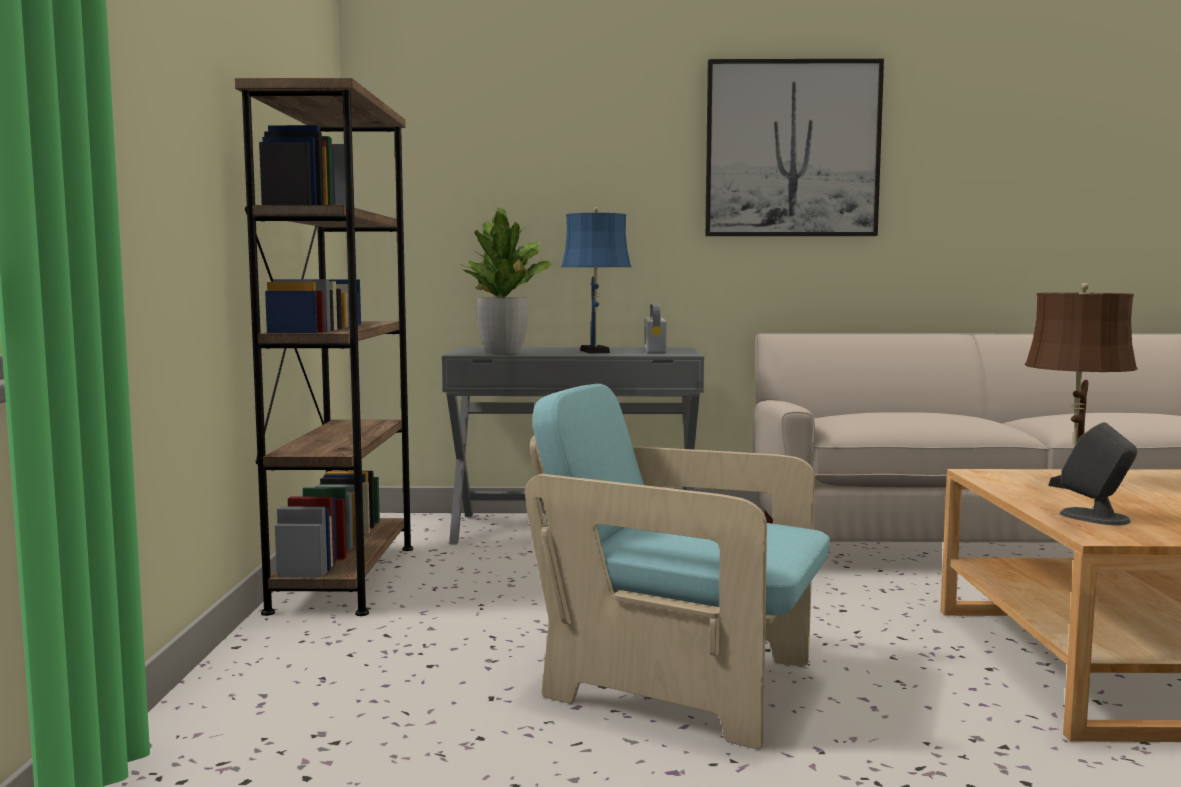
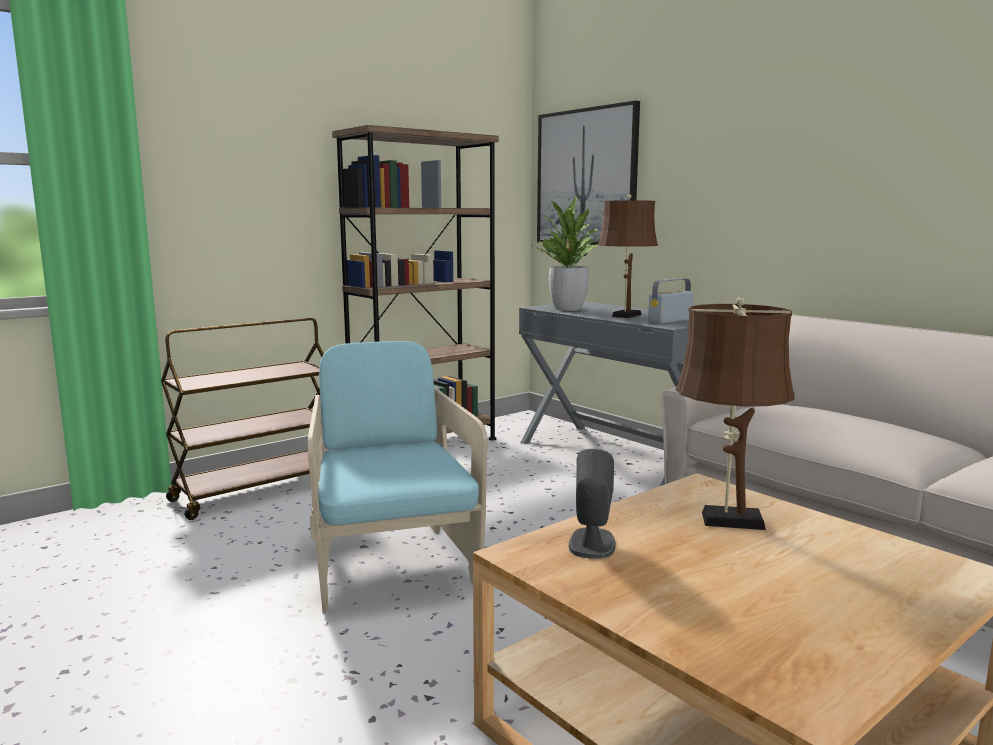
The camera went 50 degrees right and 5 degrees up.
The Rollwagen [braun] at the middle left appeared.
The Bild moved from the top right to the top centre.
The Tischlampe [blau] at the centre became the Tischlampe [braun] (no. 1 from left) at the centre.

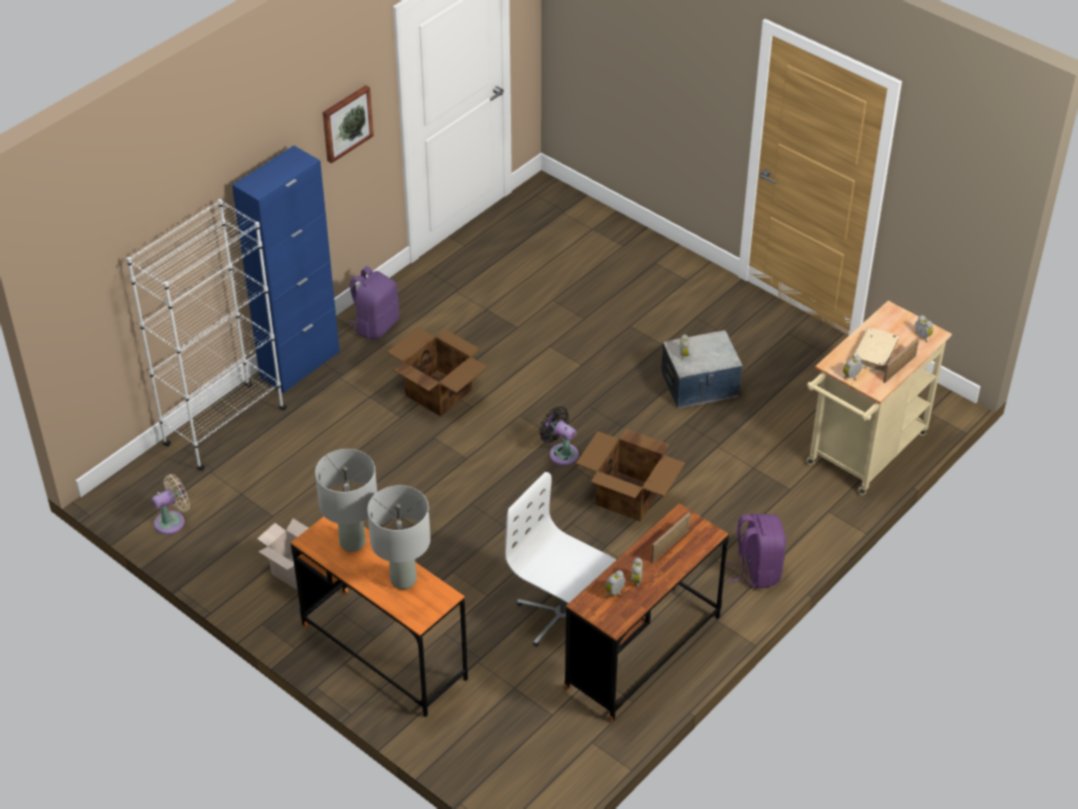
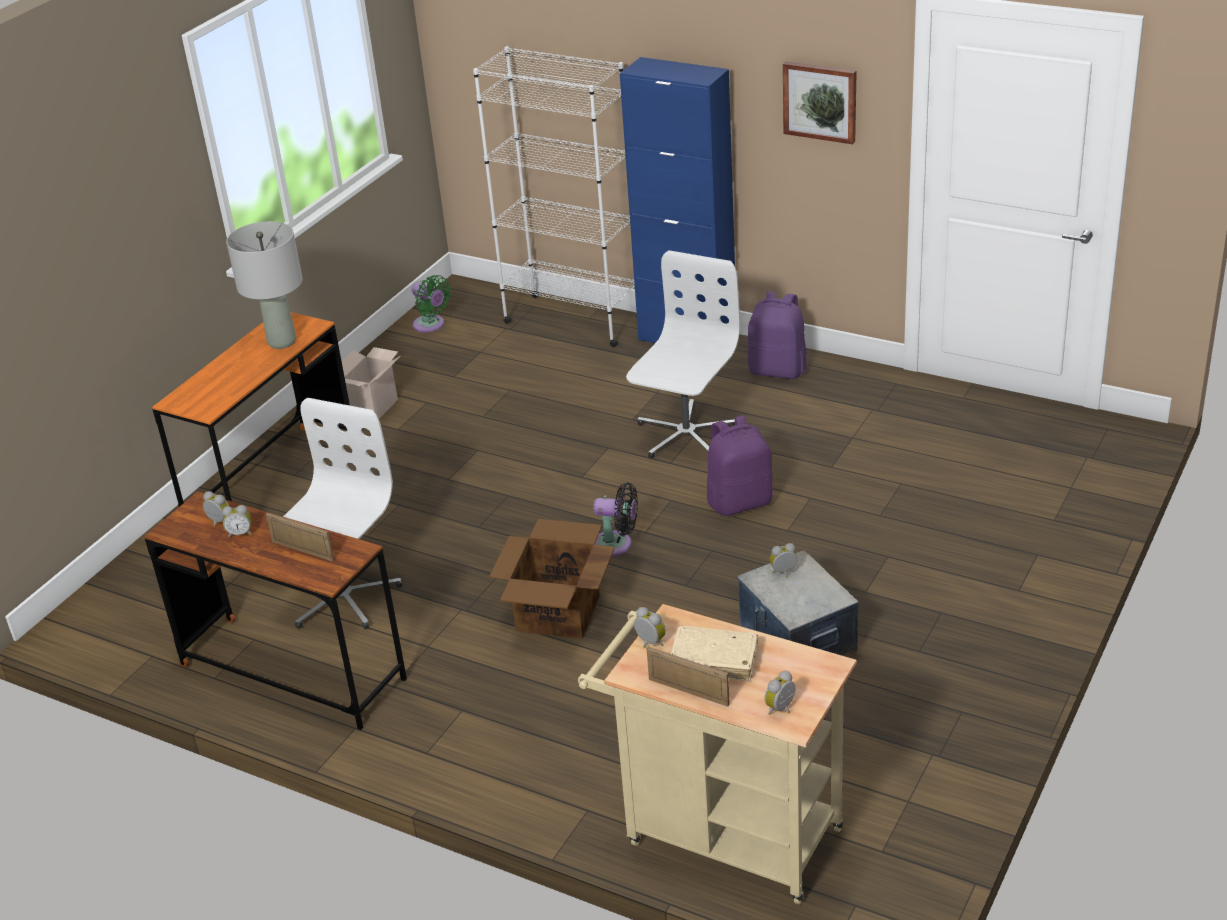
The camera went 80 degrees right and 10 degrees down.
The Ventilator [beige] at the middle left became the Ventilator [grün] at the top centre.
The Ventilator [schwarz] at the centre turned 75 degrees clockwise.
The Karton (no. 2 from left) at the centre was replaced by the Bürostuhl [weiß] (no. 2 from left) at the centre.
The Rucksack [lila] (no. 2 from left in the first image) moved from the bottom right to the centre.
The Tischlampe [grau] (no. 2 from left) at the centre disappeared.

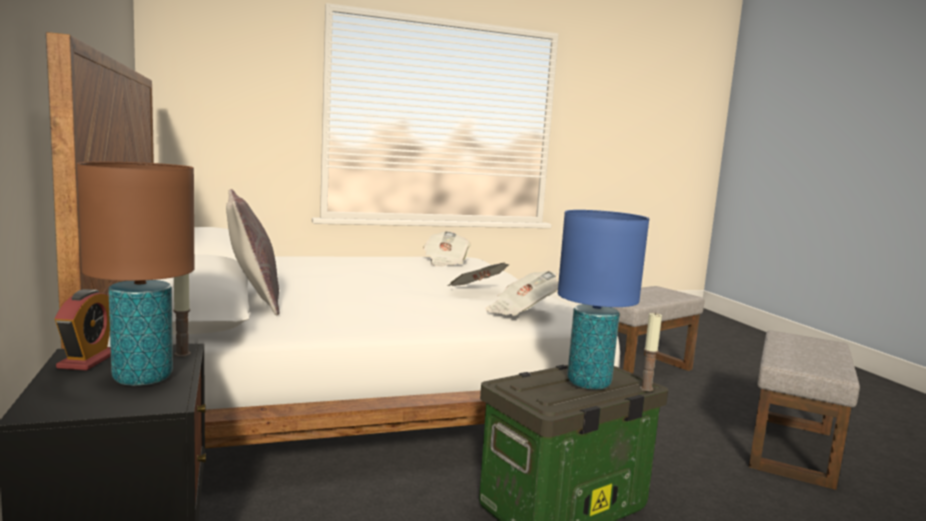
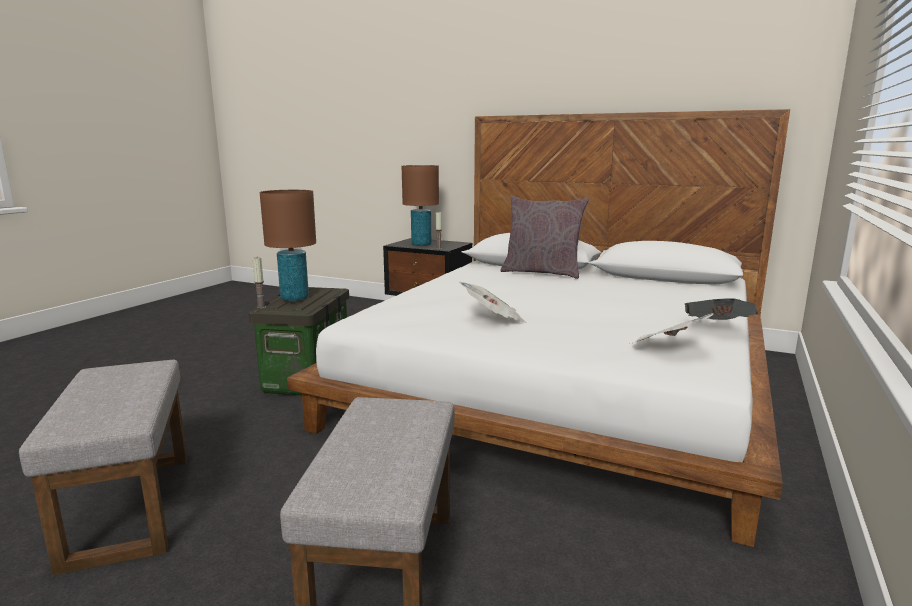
The camera went 135 degrees right and 5 degrees up.
The Tischlampe [blau] at the centre became the Tischlampe [braun] (no. 1 from left) at the middle left.
The Zeitung (no. 3 from left) moved from the centre to the middle right.
The Wecker at the middle left disappeared.

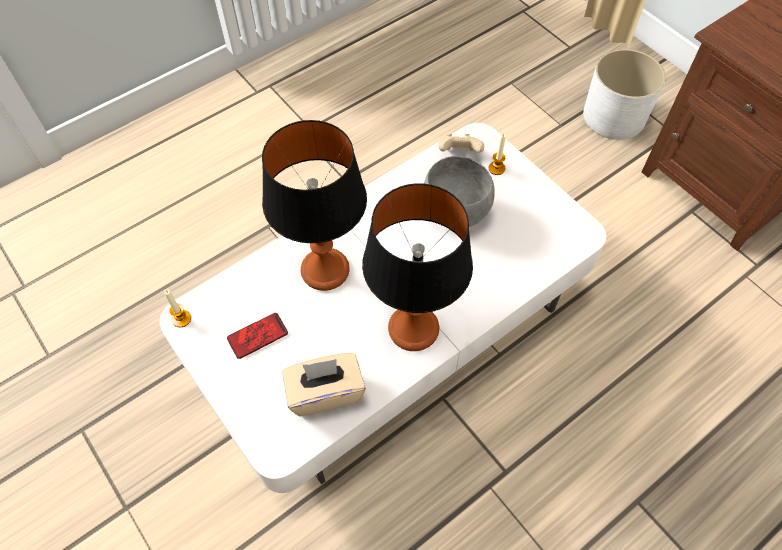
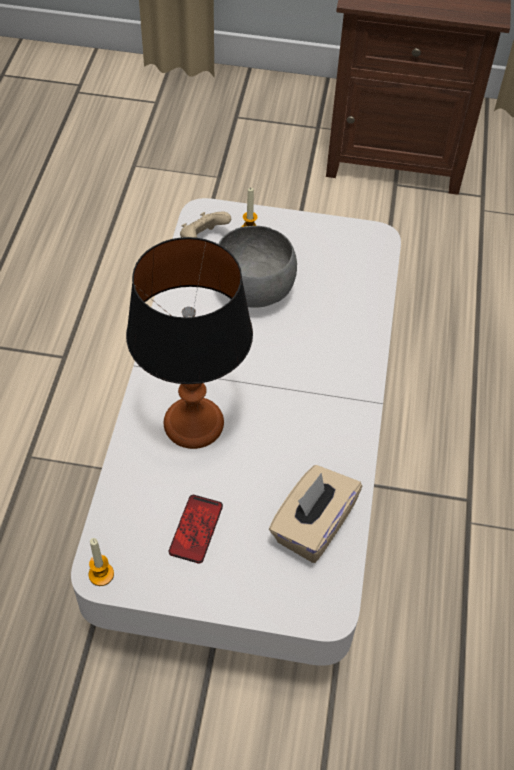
The camera went 45 degrees left and 5 degrees down.
The Tischlampe (no. 2 from left) at the centre disappeared.
The Pflanzkübel [weiß] at the top right disappeared.

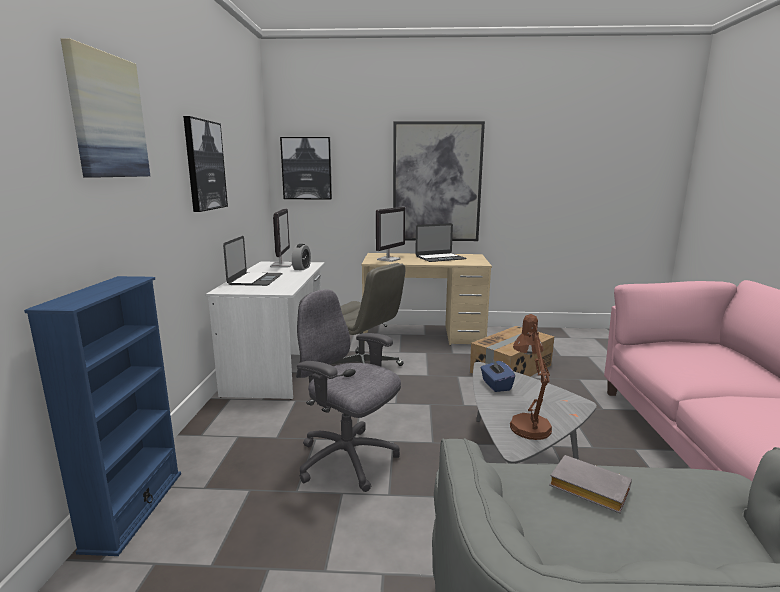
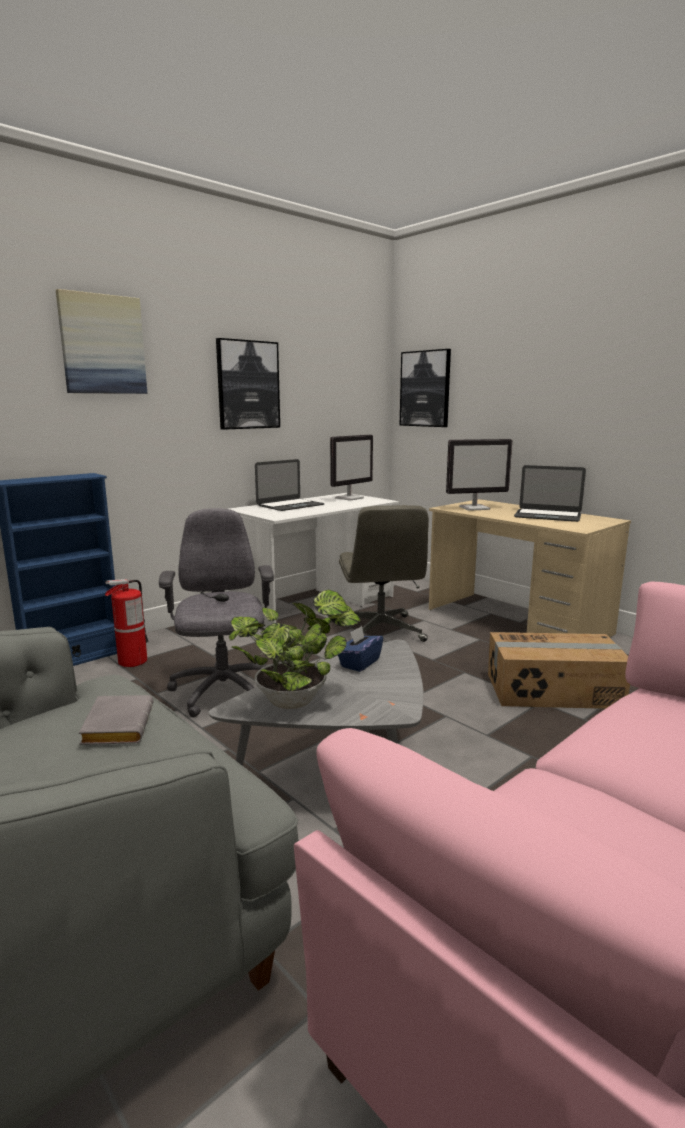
The camera went 45 degrees right and 0 degrees up.
The Feuerlöscher at the middle left appeared.
The Tischlampe [braun] at the middle right was replaced by the Topfpflanze at the centre.
The Wecker at the centre disappeared.
The Bild (no. 4 from left) at the top centre disappeared.

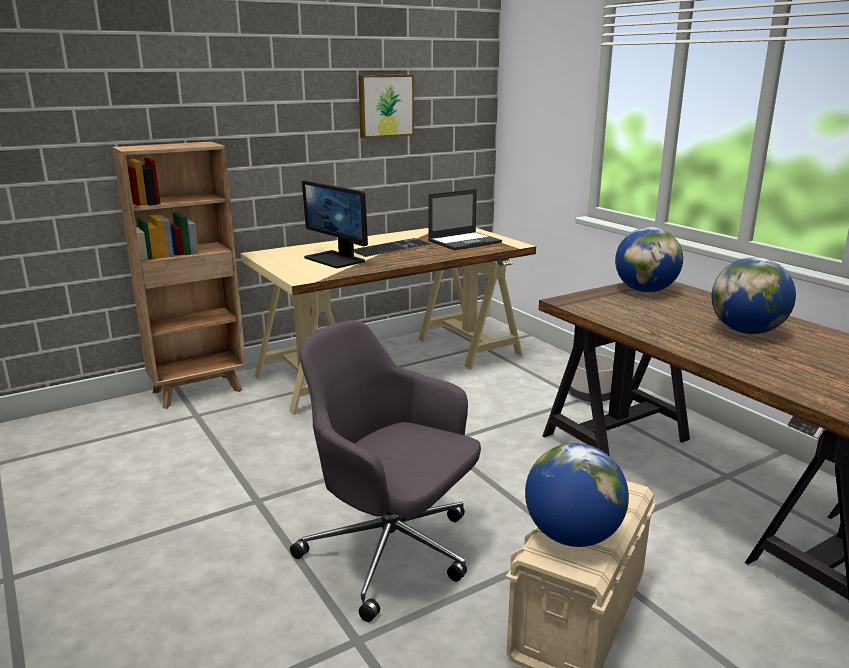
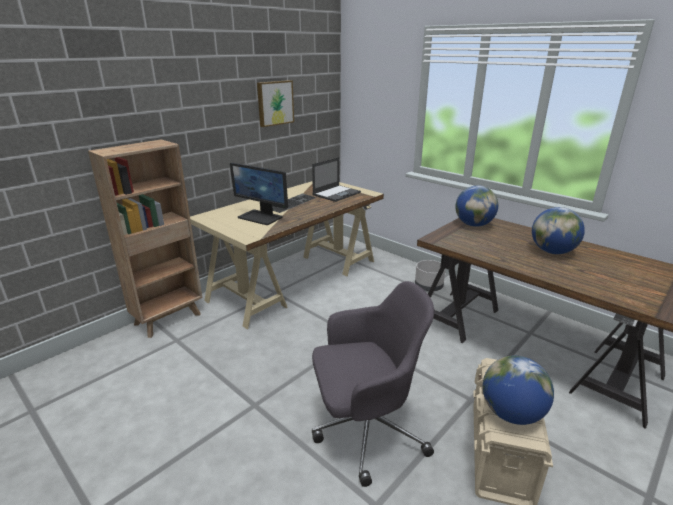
The camera went 15 degrees left and 5 degrees up.
The Bürostuhl [grau] at the bottom centre turned 150 degrees clockwise.

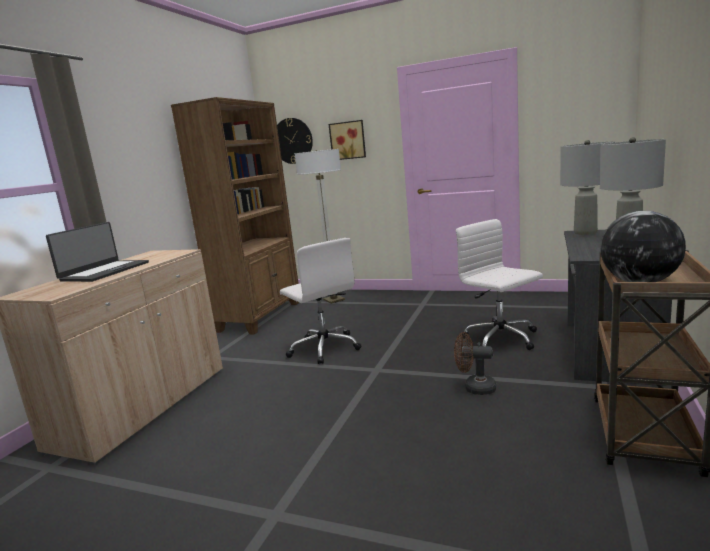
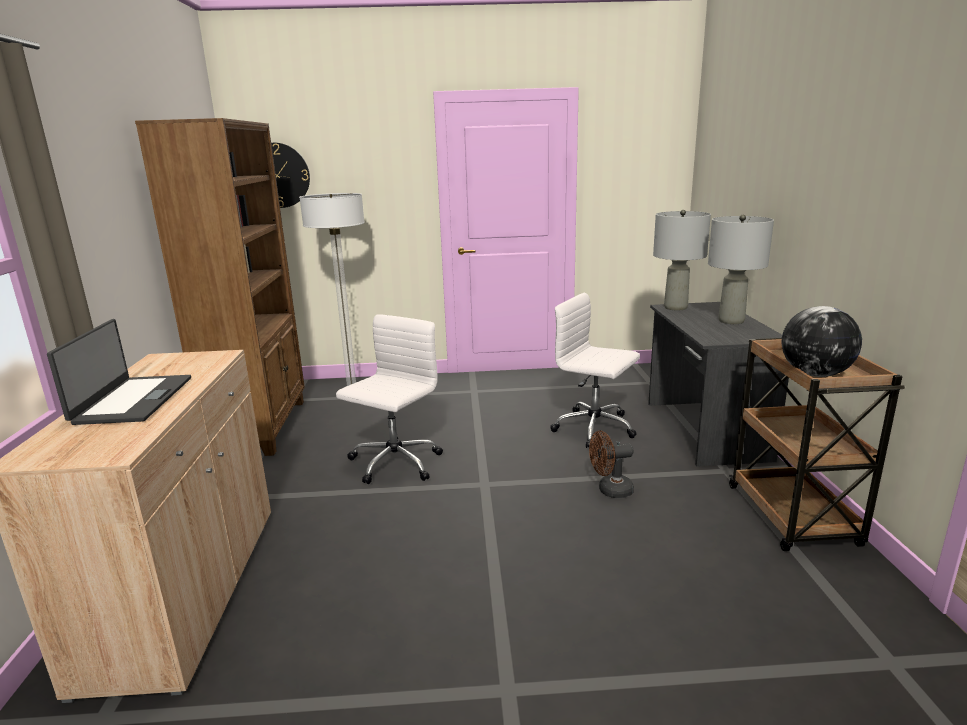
The camera went 25 degrees left and 5 degrees up.
The Bürostuhl [weiß] (no. 1 from left) at the centre turned 90 degrees counterclockwise.
The Bild at the top centre disappeared.

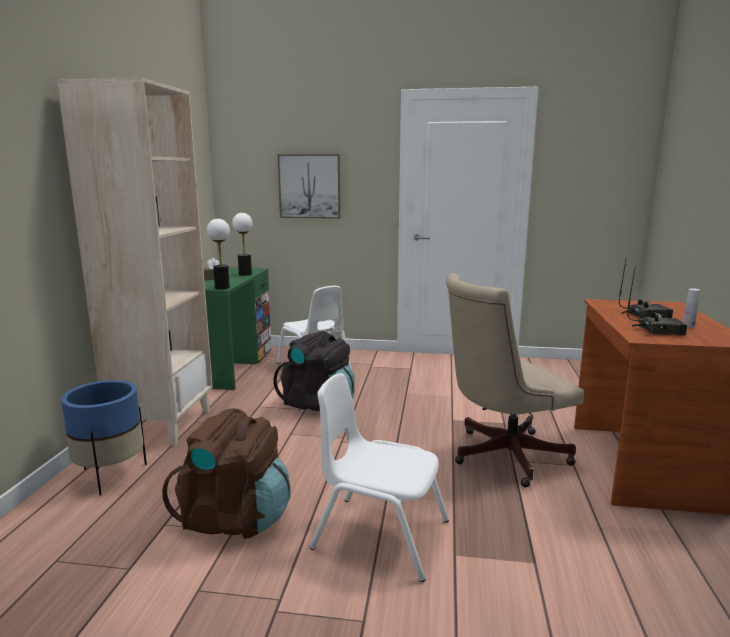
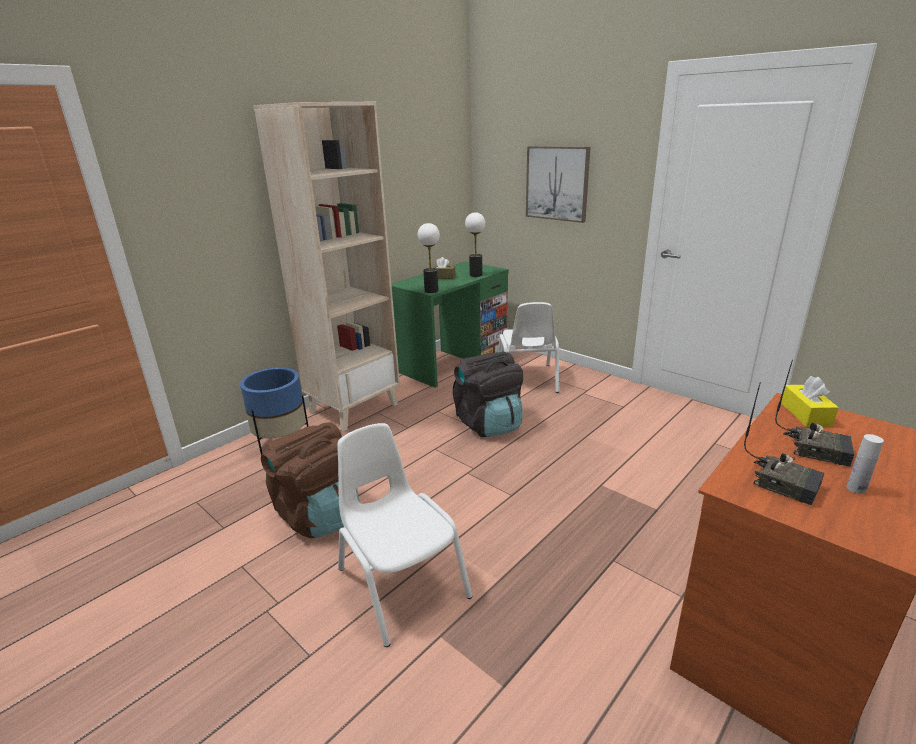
The camera went 35 degrees right and 10 degrees up.
The Taschentuchbox [gelb] at the middle right appeared.
The Bürostuhl [beige] at the middle right disappeared.

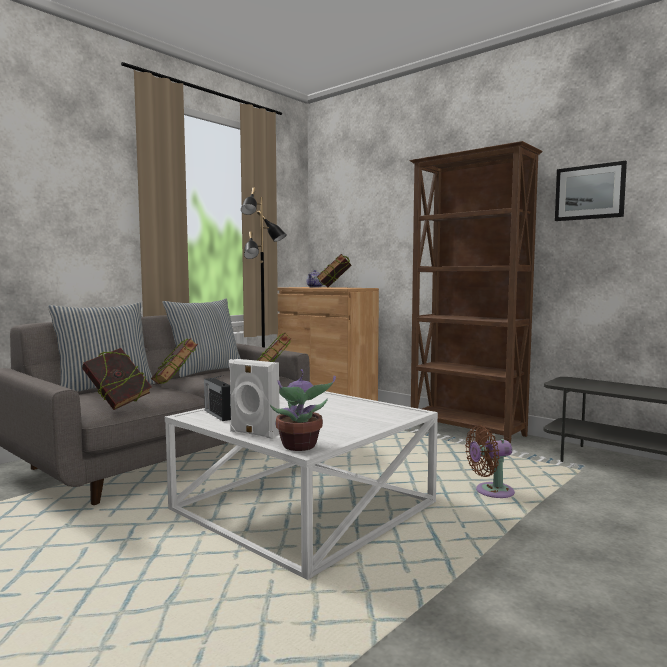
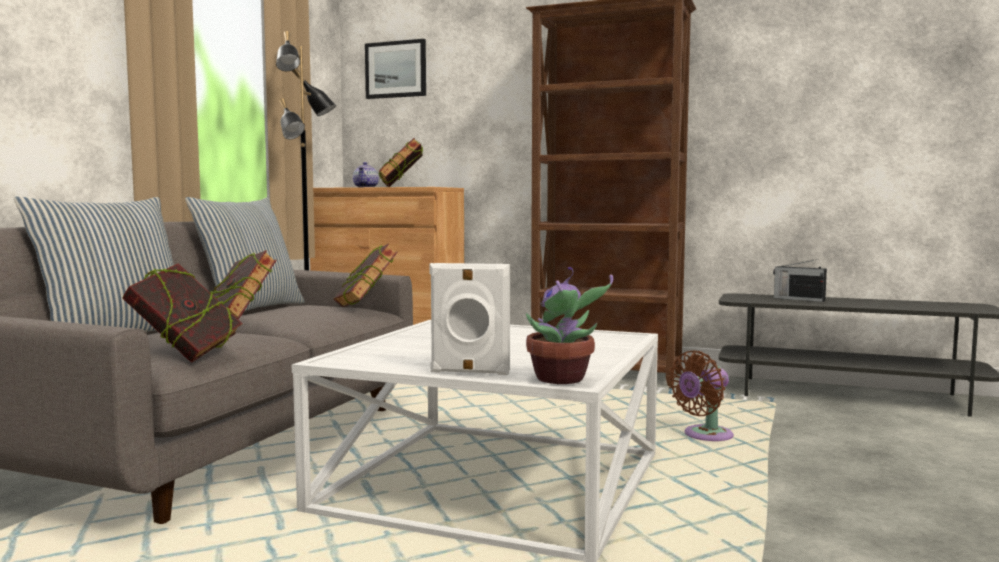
The camera went 20 degrees left and 0 degrees up.
The Bild moved from the top right to the top centre.
The Radio moved from the middle left to the middle right.

